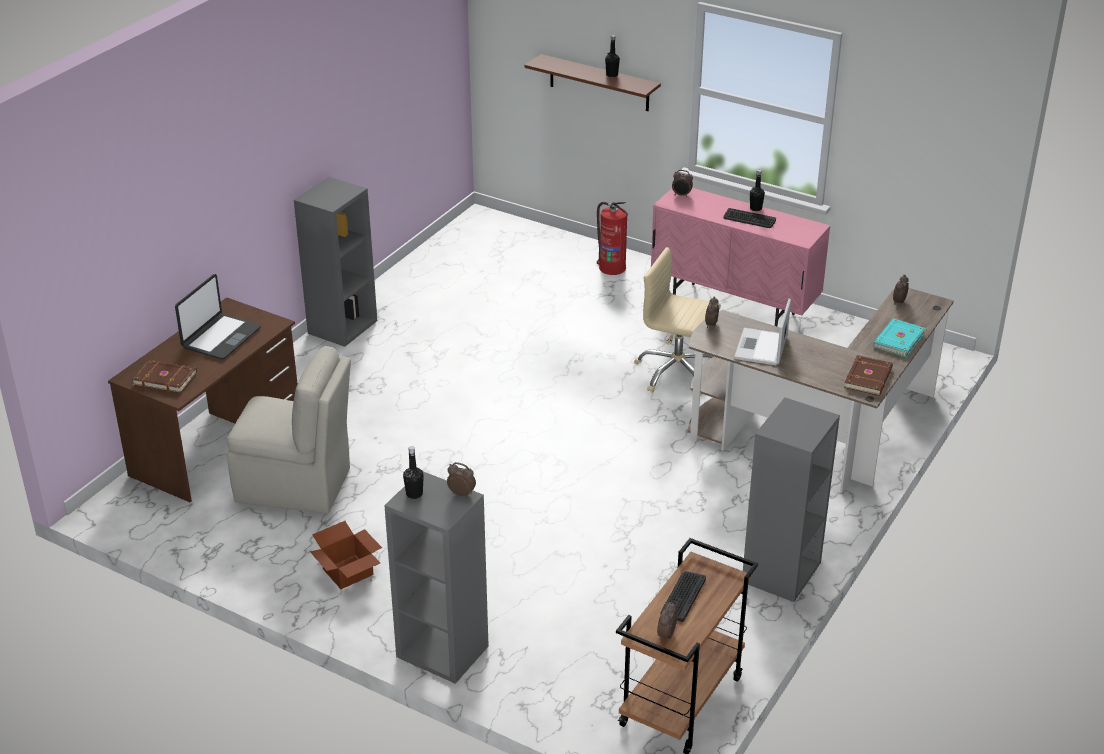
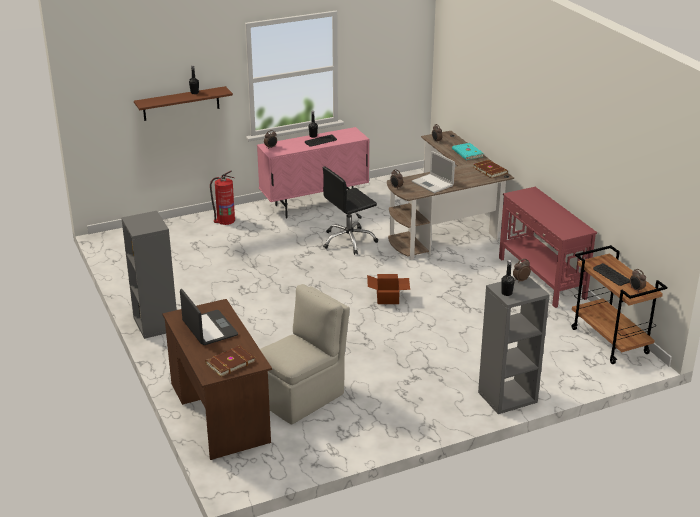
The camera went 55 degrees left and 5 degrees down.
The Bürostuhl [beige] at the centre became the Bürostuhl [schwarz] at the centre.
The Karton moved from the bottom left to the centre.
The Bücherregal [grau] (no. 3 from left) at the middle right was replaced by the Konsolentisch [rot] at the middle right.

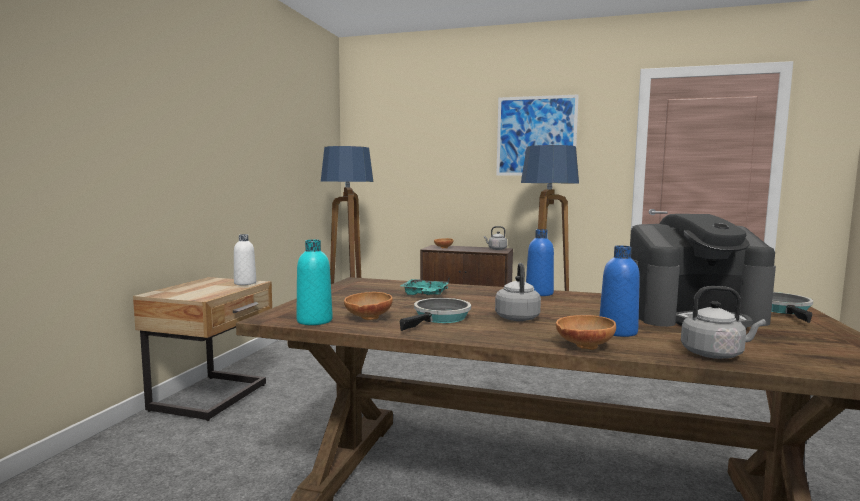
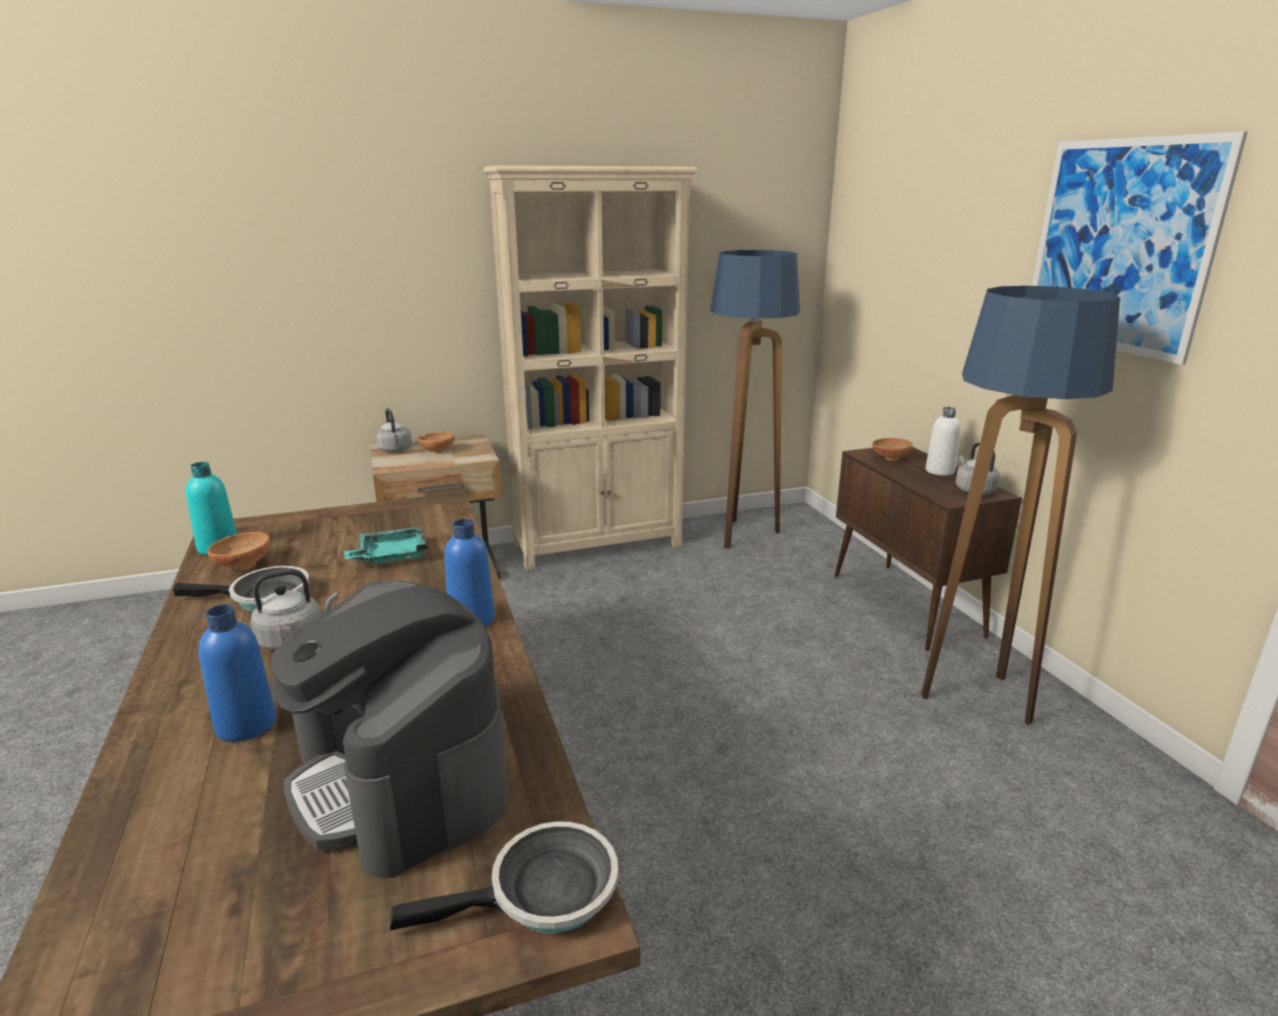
The camera went 55 degrees right and 15 degrees up.
The Wasserkessel [grau] (no. 3 from left in the first image) moved from the middle right to the middle left.
The Schüssel [braun] (no. 3 from left in the first image) moved from the middle right to the centre.
The Bücherregal [beige] at the centre appeared.
The Flasche [weiß] moved from the middle left to the middle right.

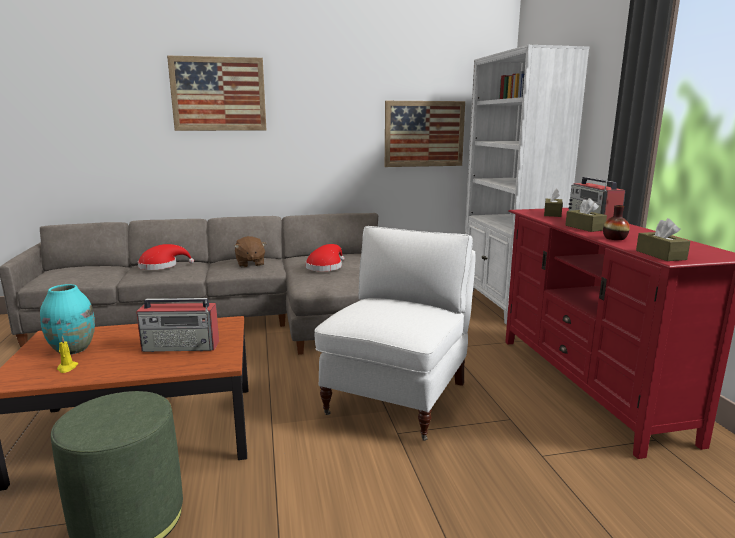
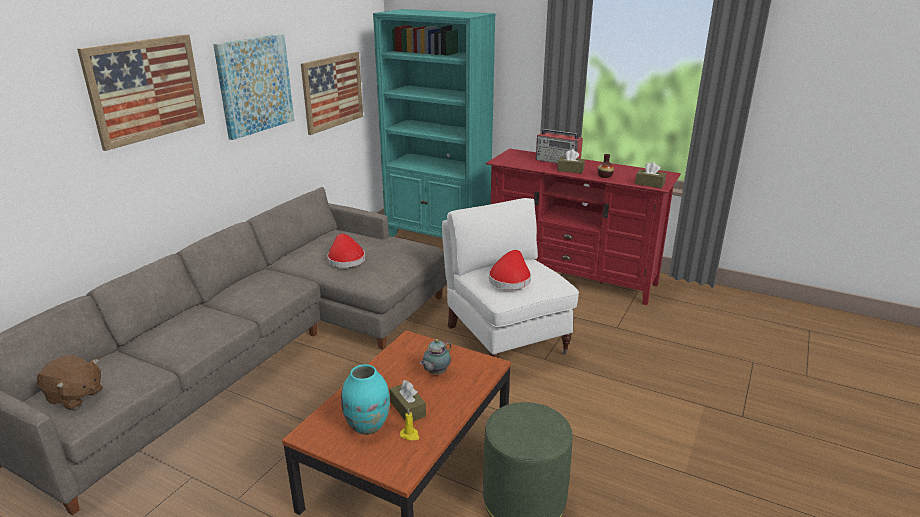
The camera went 50 degrees left and 10 degrees up.
The Plüschtier [braun] moved from the centre to the bottom left.
The Bild (no. 2 from left) at the top left appeared.
The Bücherregal [weiß] at the middle right became the Bücherregal [türkis] at the top centre.
The Taschentuchbox [braun] (no. 1 from left) moved from the middle right to the bottom centre.
The Radio (no. 1 from left) at the middle left was replaced by the Teekanne at the bottom centre.
The Hut [rot] (no. 1 from left in the first image) moved from the middle left to the centre.

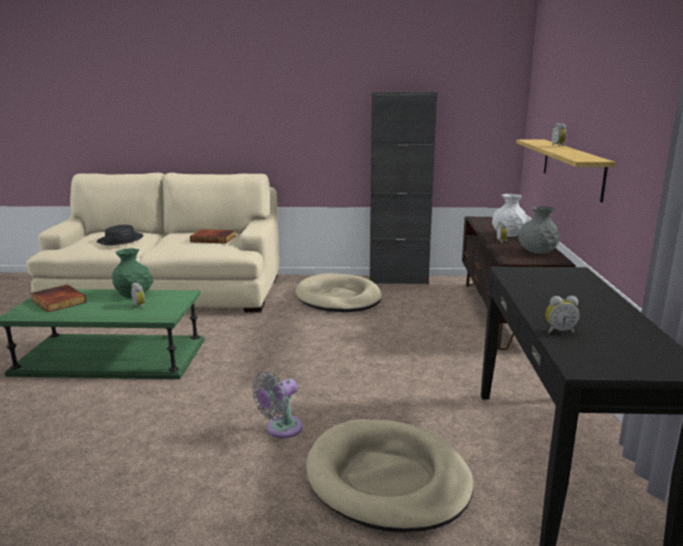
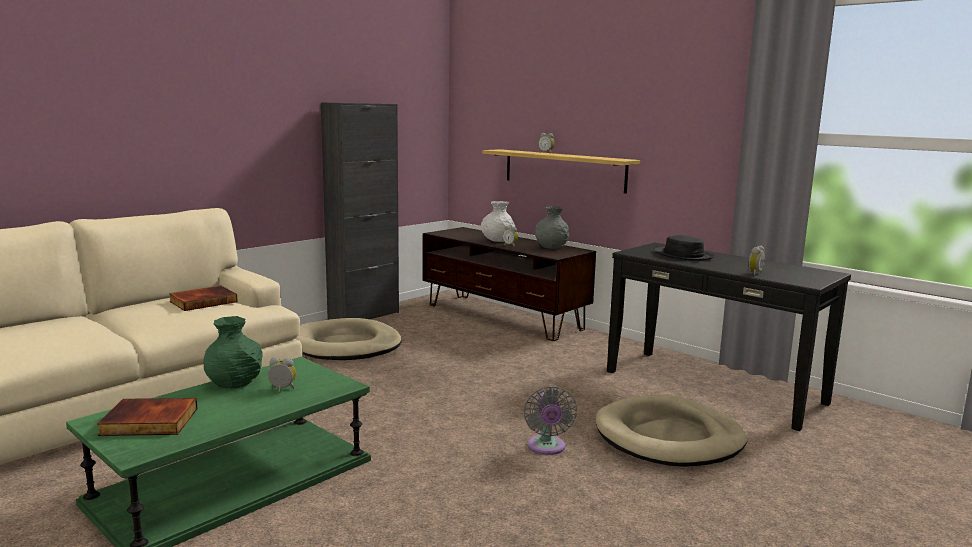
The camera went 50 degrees left and 5 degrees down.
The Hut [schwarz] moved from the middle left to the middle right.

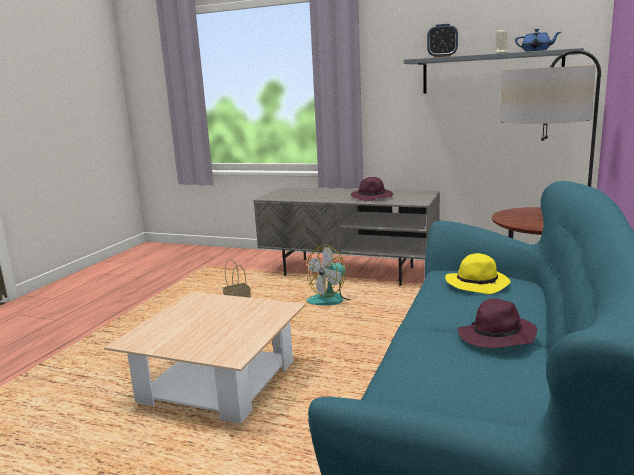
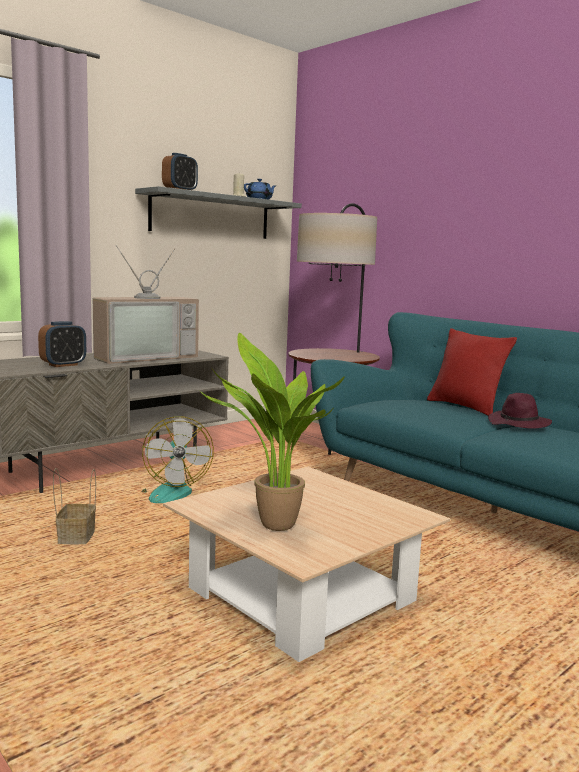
The camera went 65 degrees left and 5 degrees down.
The Wecker (no. 1 from left) at the middle left appeared.
The Hut [lila] (no. 1 from left) at the centre was replaced by the Fernseher at the middle left.
The Topfpflanze at the centre appeared.
The Kissen [rot] at the middle right appeared.
The Hut [gelb] at the middle right disappeared.

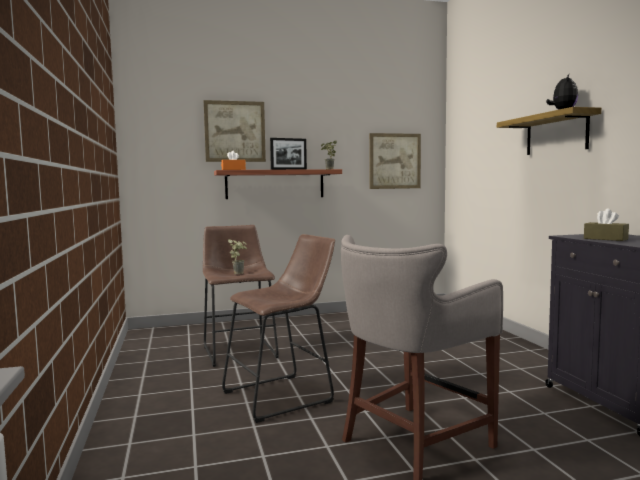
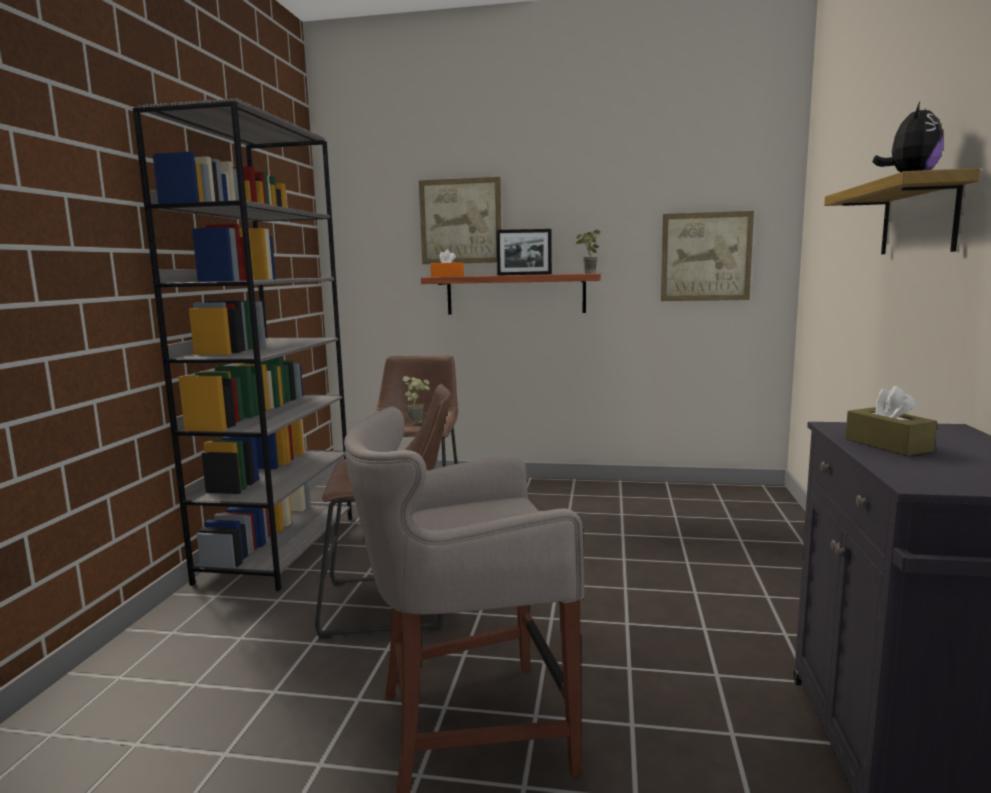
The camera went 25 degrees right and 5 degrees up.
The Bücherregal [grau] at the middle left appeared.

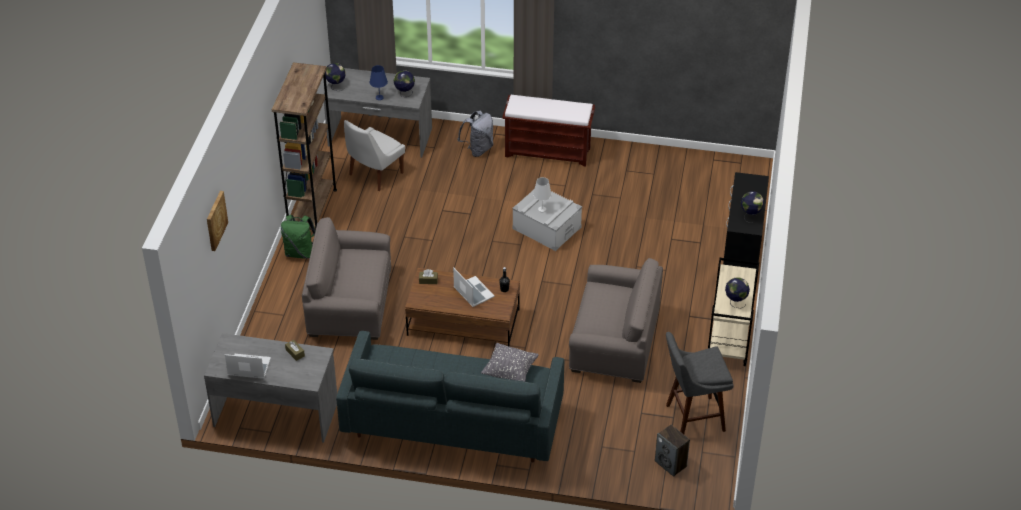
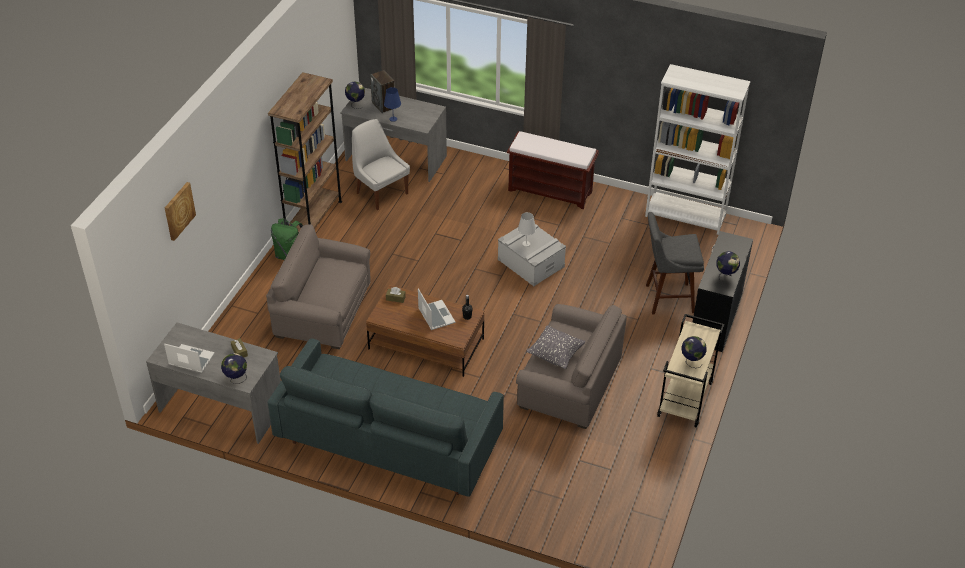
The camera went 10 degrees right and 0 degrees up.
The Globus (no. 2 from left in the first image) moved from the top centre to the middle left.
The Stuhl [weiß] at the top centre turned 90 degrees clockwise.
The Lautsprecher moved from the bottom centre to the top centre.
The Kissen [grau] moved from the bottom centre to the centre.
The Bücherregal [weiß] at the top right appeared.
The Hocker [grau] moved from the bottom right to the middle right.
The Rucksack [grau] at the top centre disappeared.

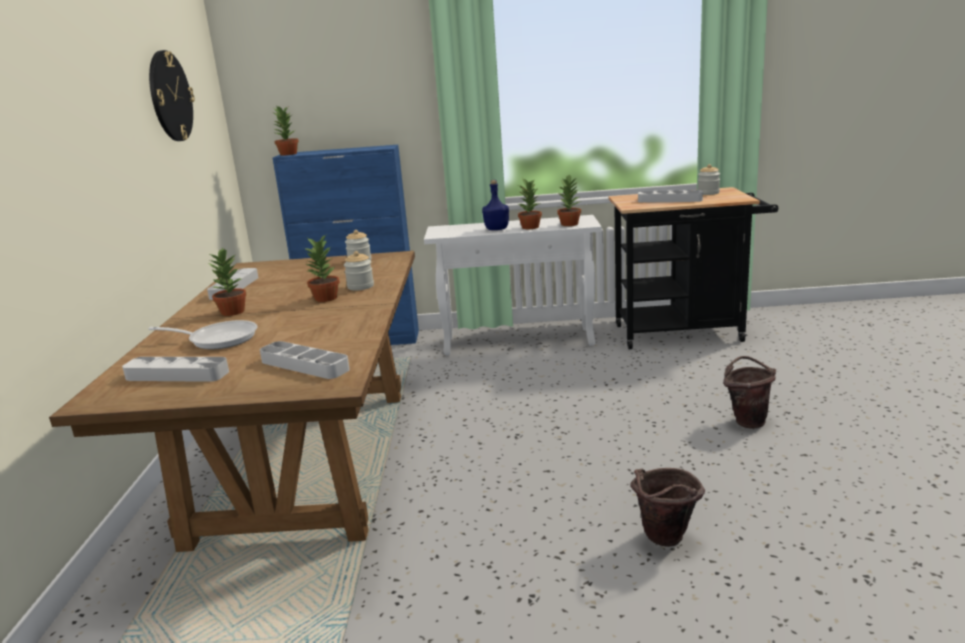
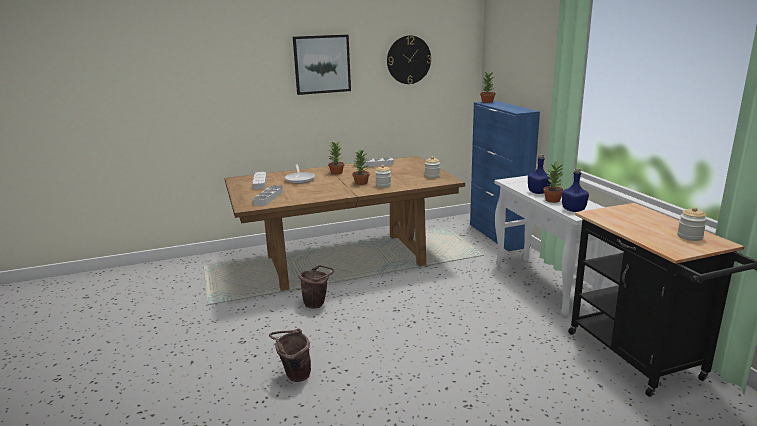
The camera went 70 degrees right and 0 degrees up.
The Bild at the top centre appeared.
The Eimer [braun] (no. 2 from left) moved from the middle right to the bottom centre.
The Topfpflanze (no. 5 from left) at the top centre was replaced by the Flasche [blau] (no. 2 from left) at the middle right.
The Tablett [grau] (no. 4 from left) at the top right disappeared.

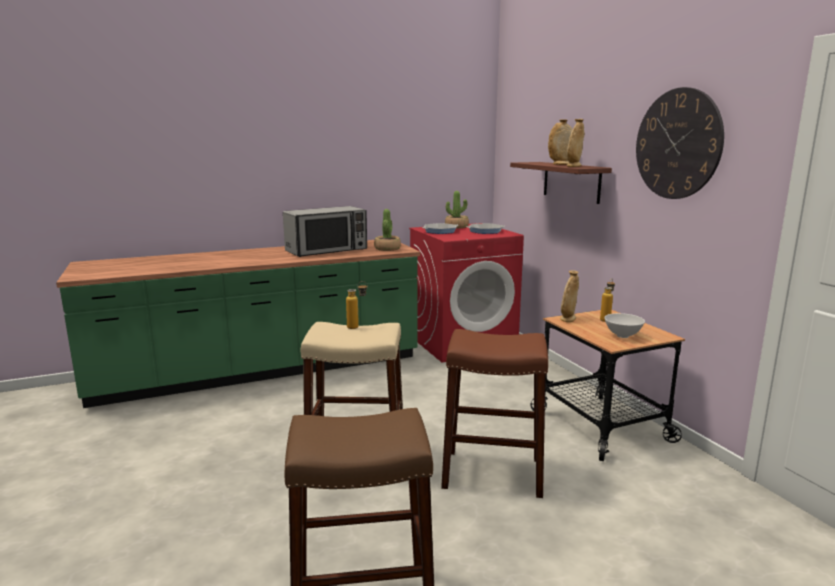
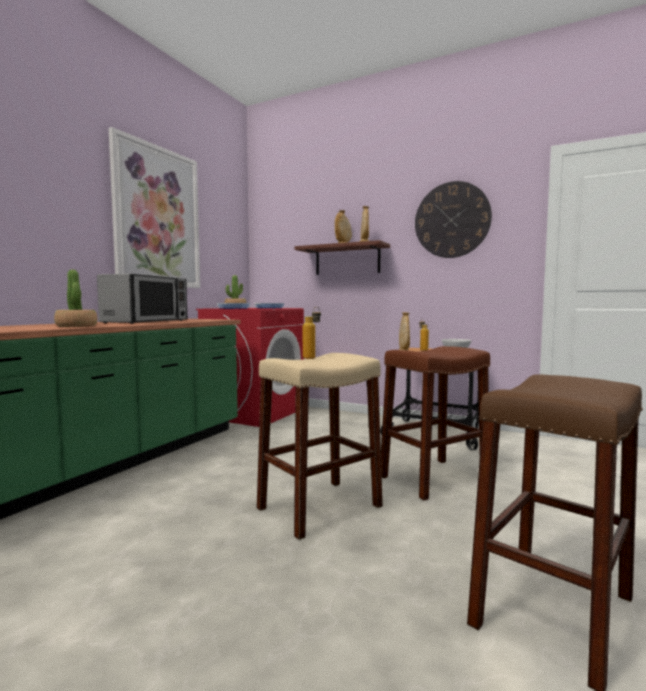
The camera went 40 degrees left and 10 degrees down.
The Topfpflanze (no. 1 from left) moved from the centre to the middle left.
The Bild at the top left appeared.

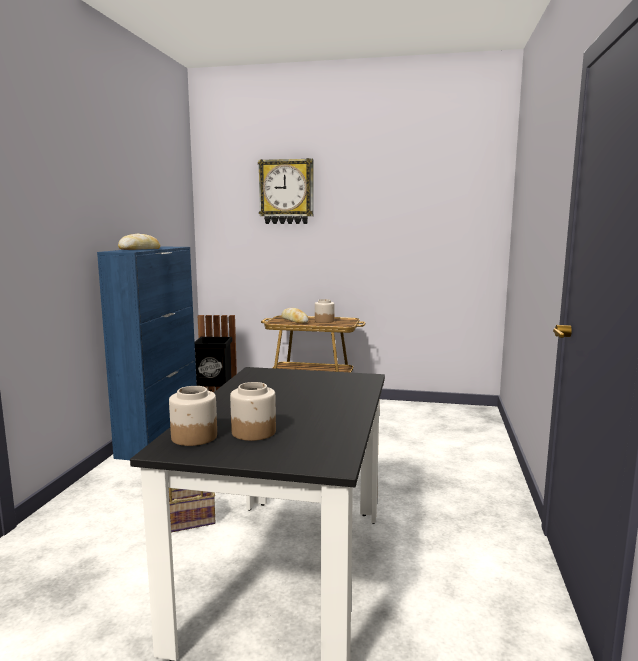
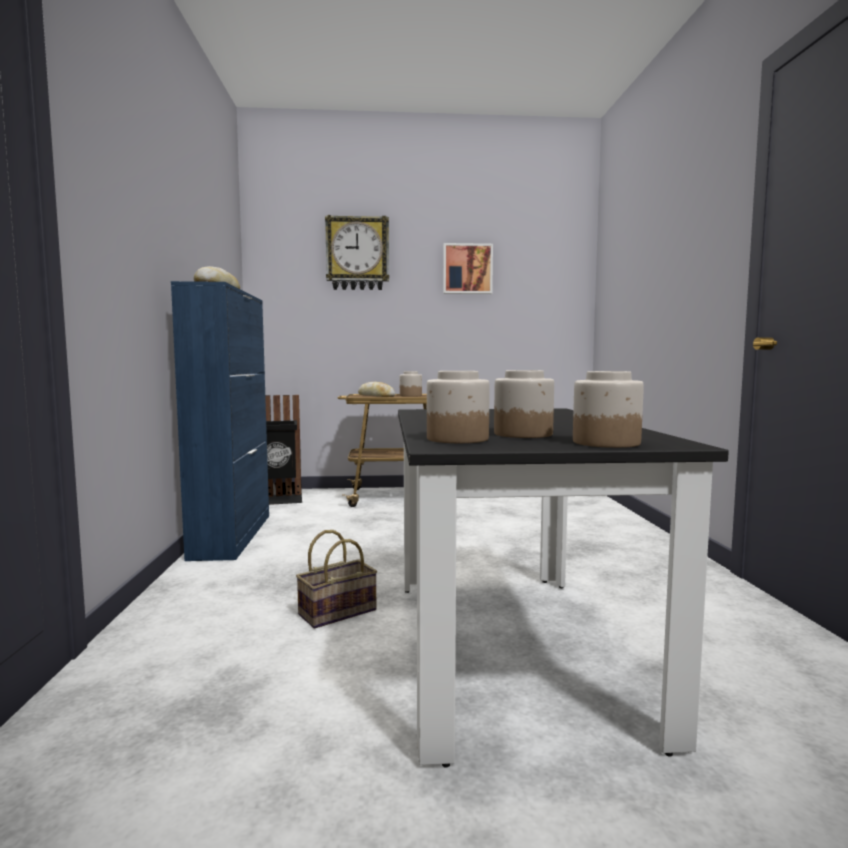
The camera went 15 degrees left and 5 degrees down.
The Bild at the top centre appeared.
The Vorratsglas (no. 4 from left) at the middle right appeared.

